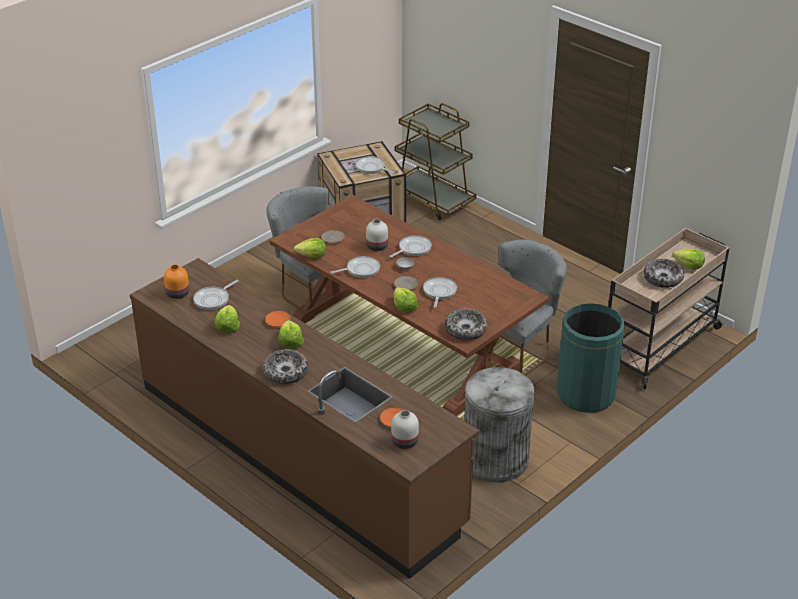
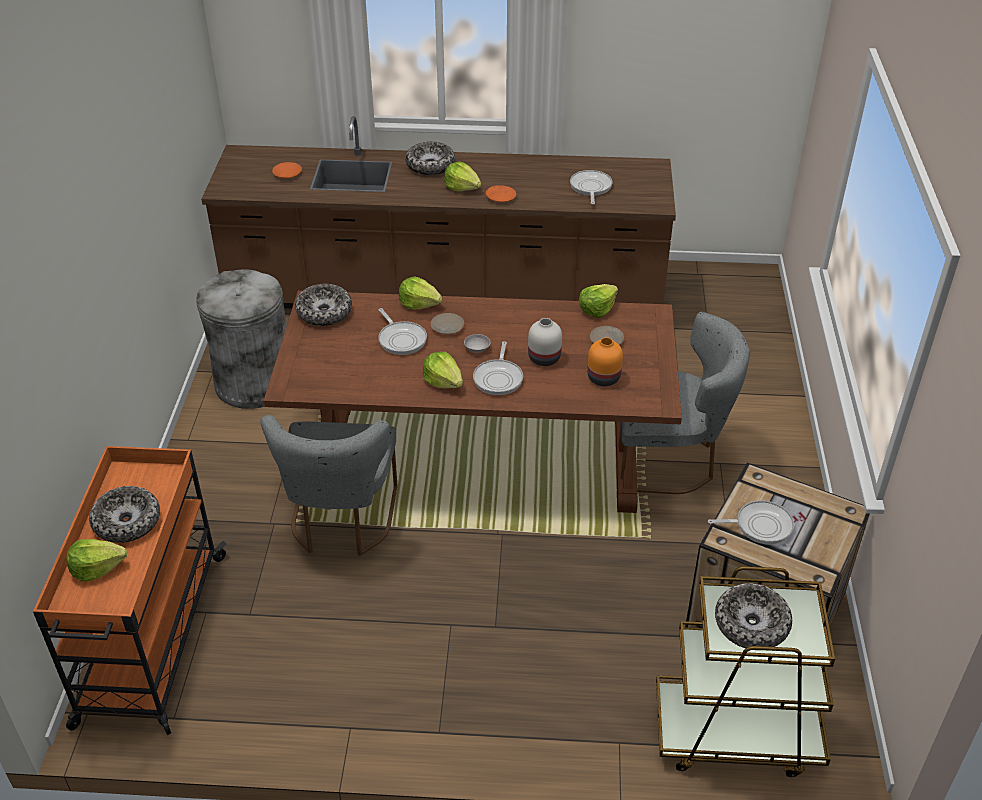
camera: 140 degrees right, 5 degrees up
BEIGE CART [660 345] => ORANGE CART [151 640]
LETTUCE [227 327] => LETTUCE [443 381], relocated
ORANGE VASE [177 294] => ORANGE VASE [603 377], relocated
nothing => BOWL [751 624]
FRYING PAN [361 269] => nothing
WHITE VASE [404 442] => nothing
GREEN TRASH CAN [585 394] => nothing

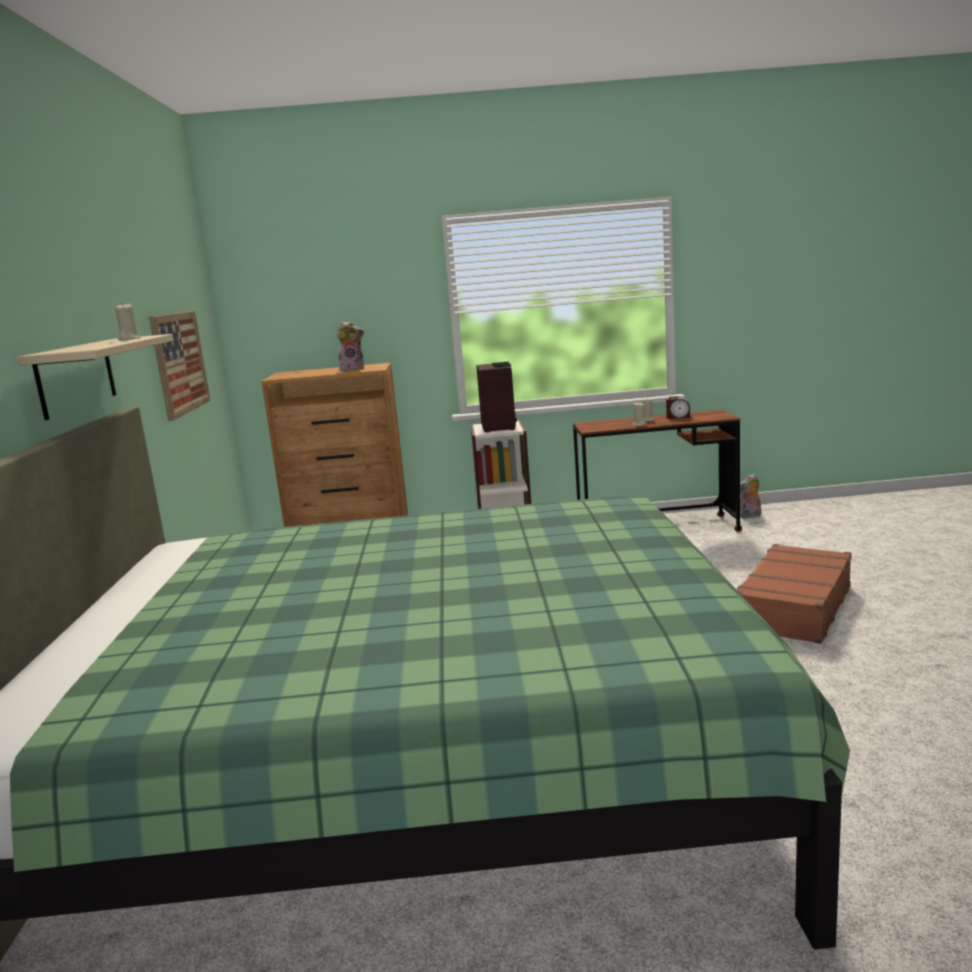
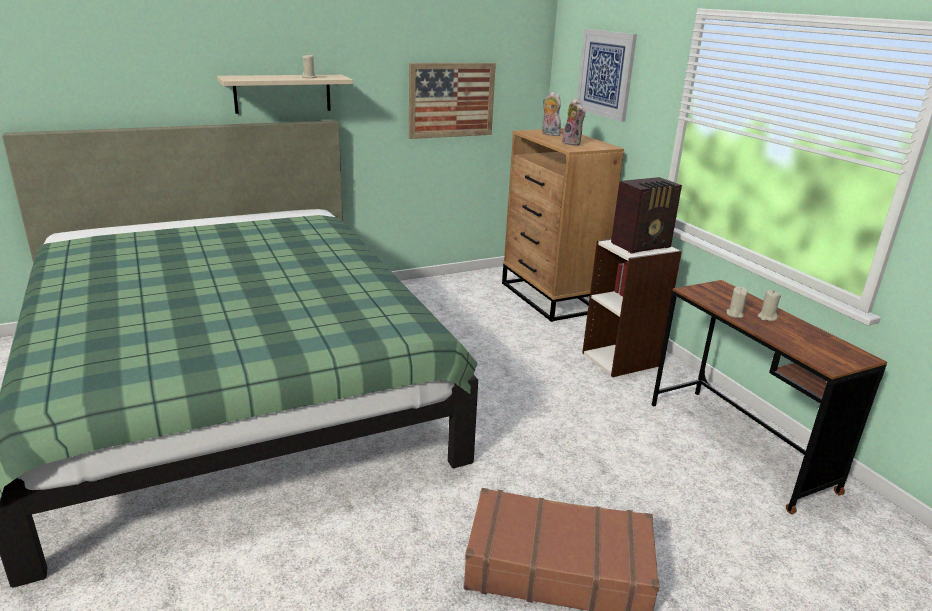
camera: 65 degrees right, 10 degrees up
PLUSH TOY [750 516] => PLUSH TOY [549 134], relocated
nothing => PICTURE [605 74]
ALARM CLOCK [678 417] => nothing

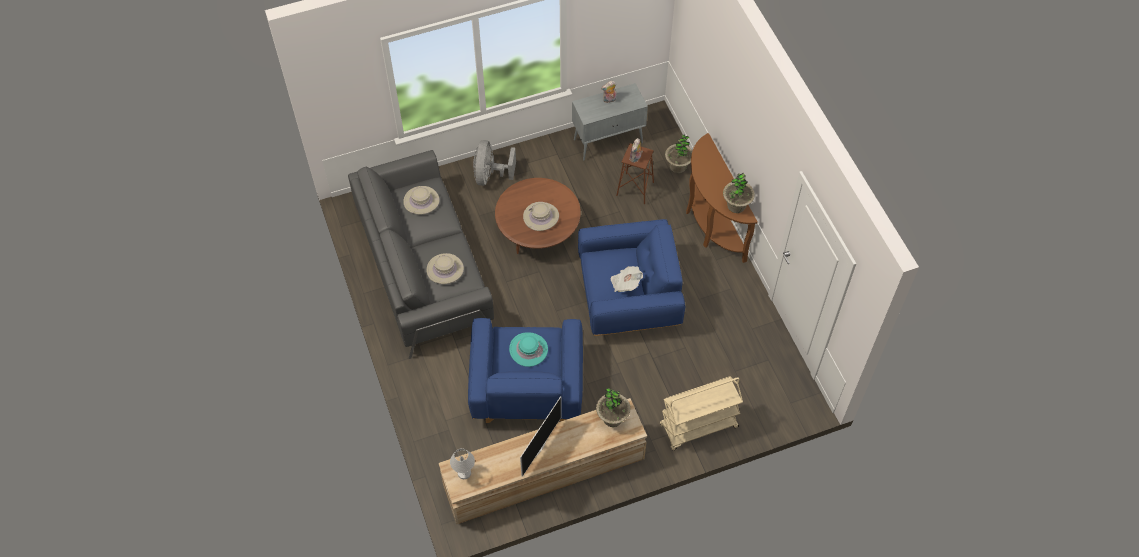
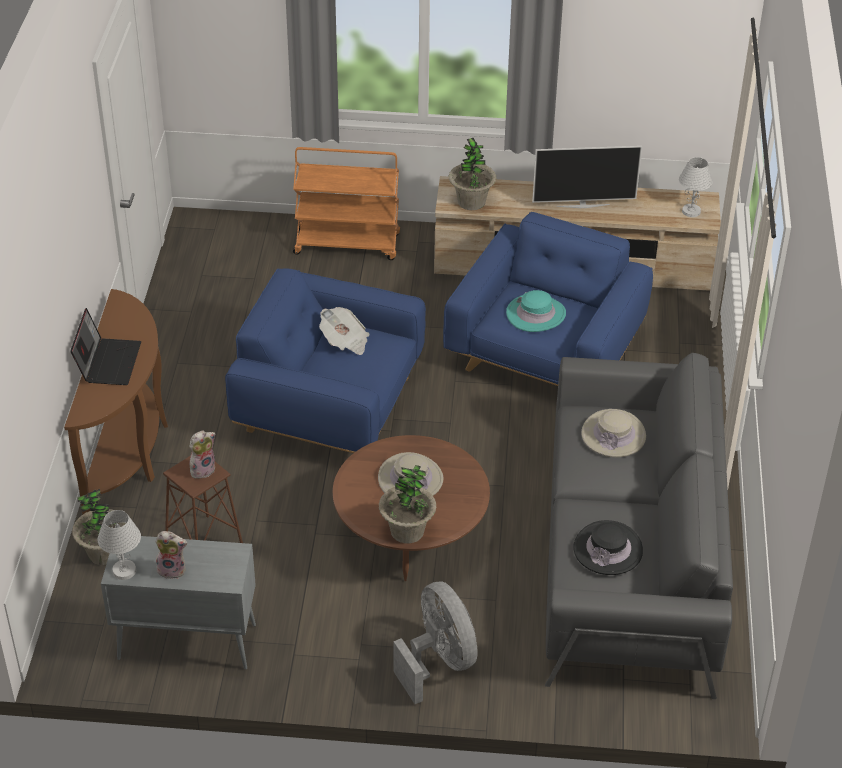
camera: 155 degrees left, 15 degrees down
nothing => LAPTOP [108 362]
nothing => WHITE TABLE LAMP [124 571]
BEIGE CART [698 427] => ORANGE CART [348 244]
POTTED PLANT [736 205] => POTTED PLANT [407 531], relocated
GREY FAN [490 175] => GREY FAN [438 662], 60 degrees counterclockwise
TELEVISION [539 447] => TELEVISION [583 205], 150 degrees counterclockwise
BEIGE HAT [421 201] => BLACK HAT [608 549]

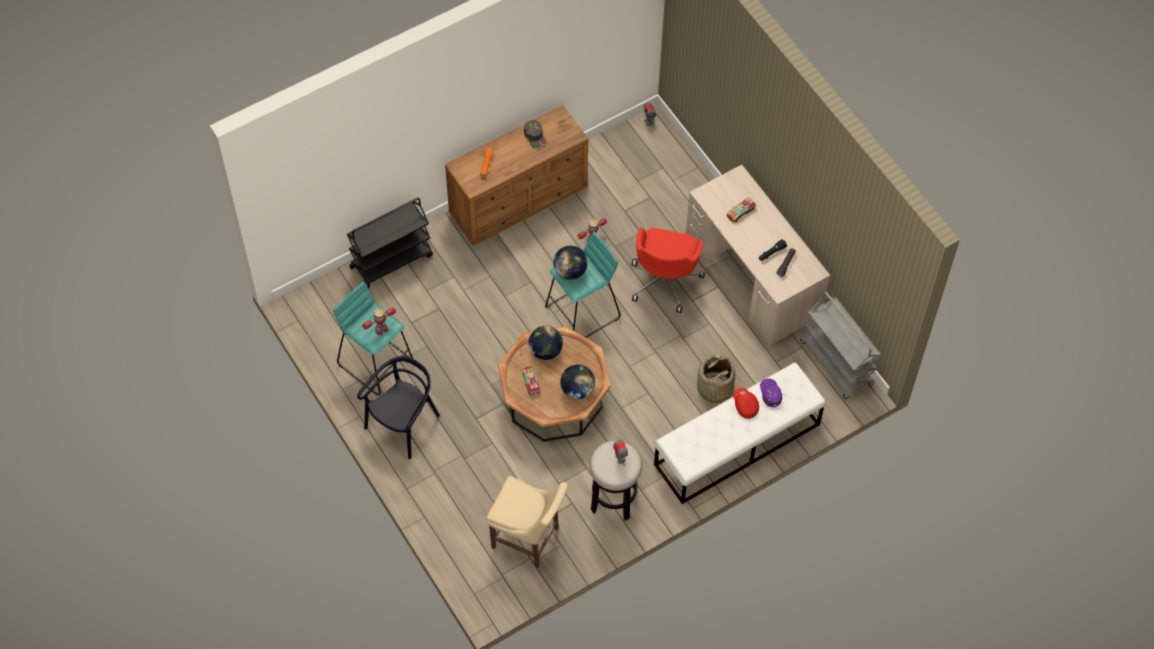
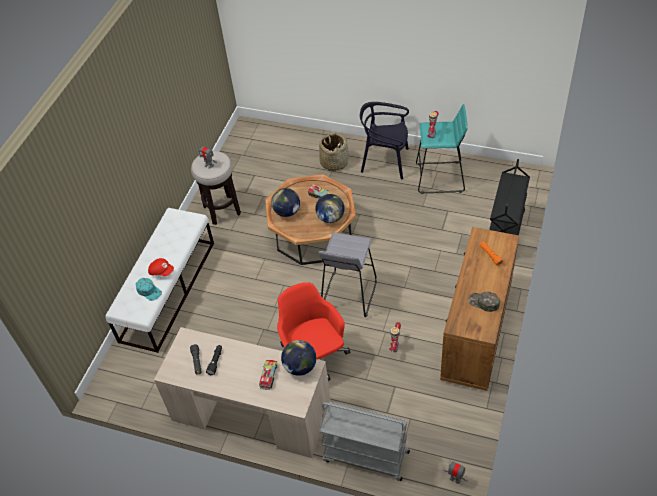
camera: 145 degrees right, 10 degrees down
PURPLE CAP [770 393] => TURQUOISE CAP [149 291]
GLOBE [570 271] => GLOBE [300 367], relocated
TURQUOISE STOOL [583 312] => GREY STOOL [348 295]
BASKET [714 388] => BASKET [334 162], relocated
GREY CART [837 364] => GREY CART [365 456], relocated
BLACK CHAIR [403 424] => BLACK CHAIR [385 162], 105 degrees clockwise
BEIGE CHAIR [528 540] => nothing

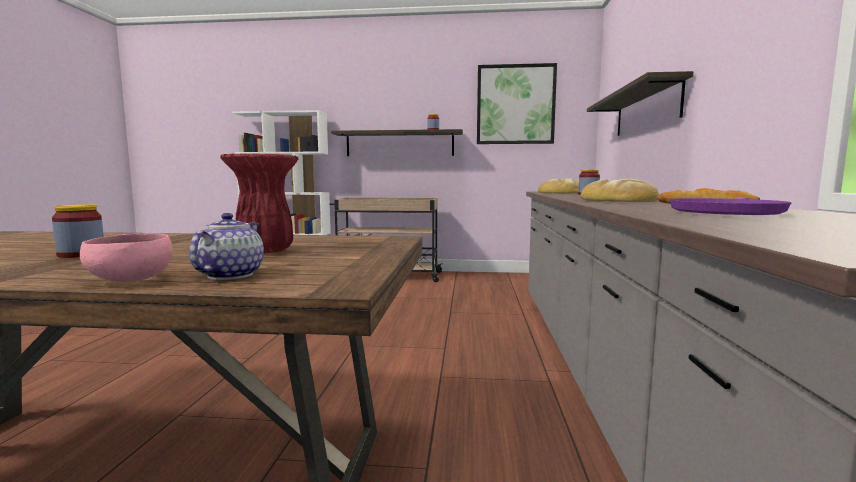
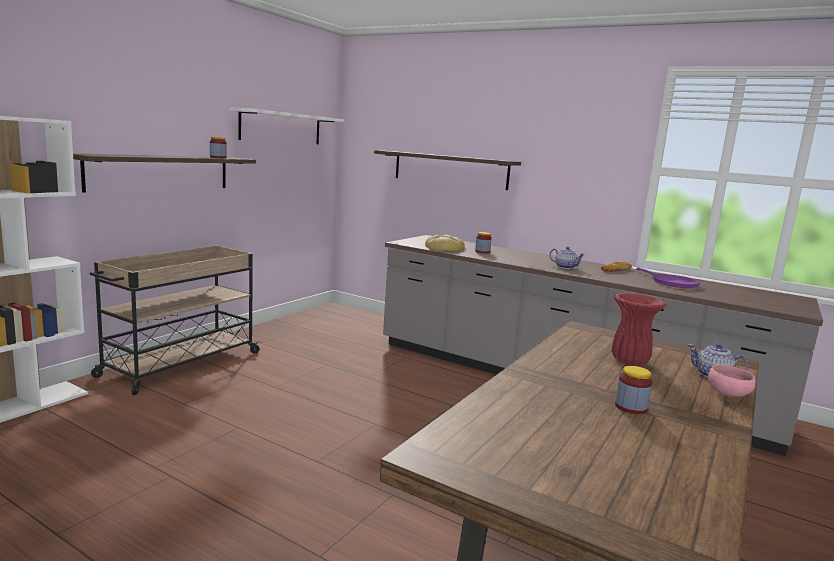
camera: 65 degrees left, 5 degrees up
PICTURE [515 104] => WHITE SHELF [281 127]
BREAD [618 200] => TEAPOT [565 267]

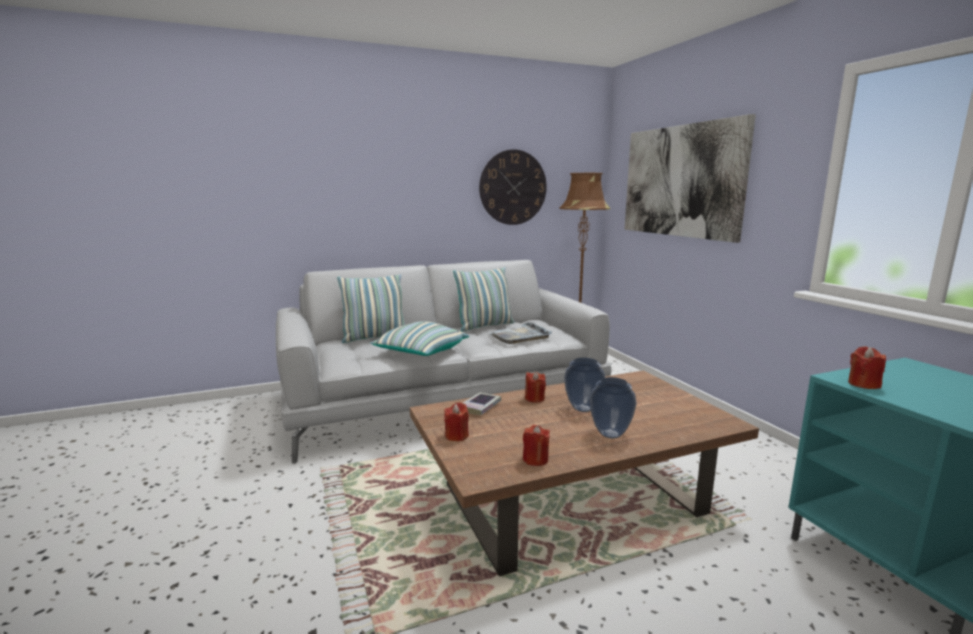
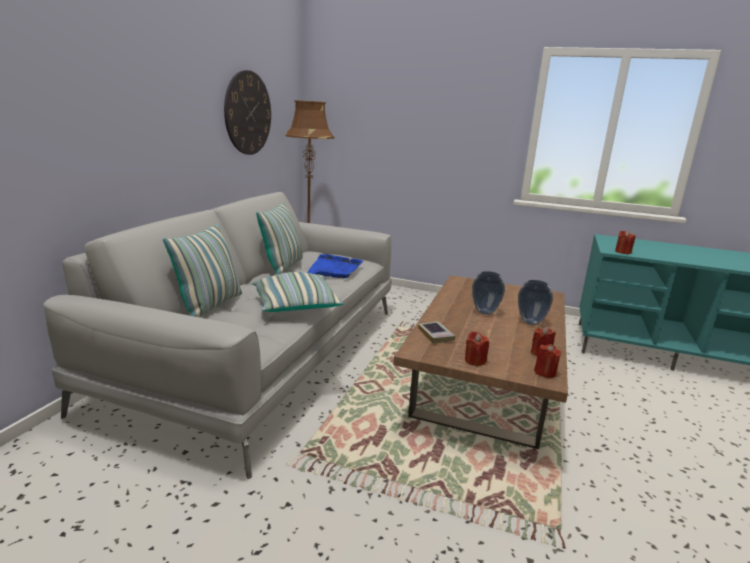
camera: 50 degrees left, 5 degrees up
GREY TRAY [520 336] => BLUE TRAY [335 269]
RED CANDLE [534 398] => RED CANDLE [545 372], relocated
PICTURE [681 181] => nothing

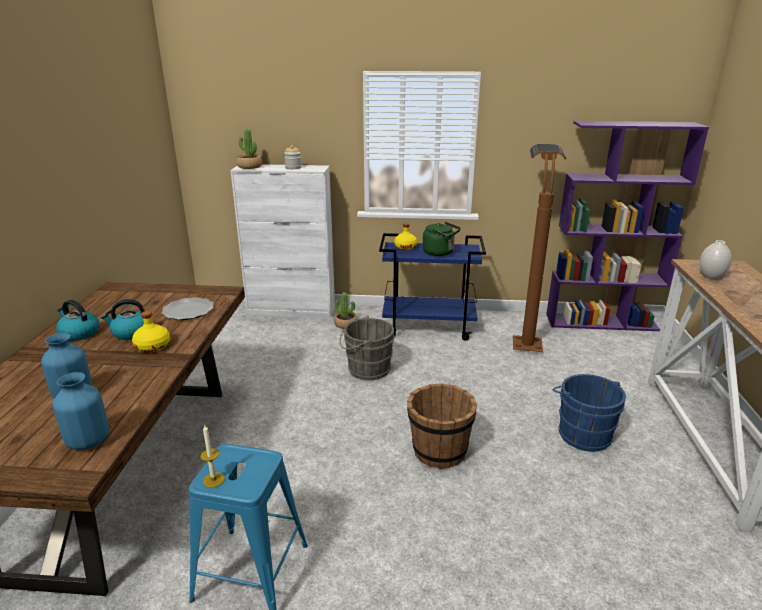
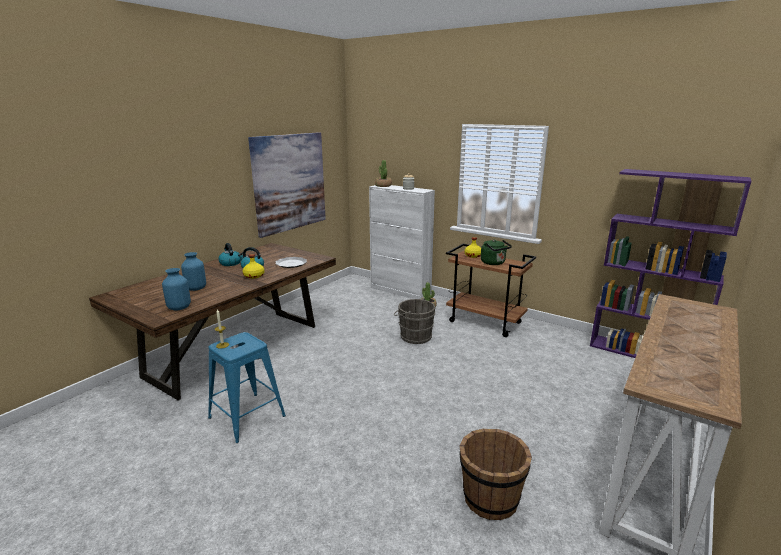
camera: 30 degrees right, 5 degrees down
nothing => PICTURE [289 182]
BLUE CART [429 327] => BROWN CART [485 322]
BROWN BUCKET [439 451] => BROWN BUCKET [490 498], relocated
BROWN FLOOR LAMP [525 336] => nothing
BLUE BUCKET [582 433] => nothing
WHITE VASE [710 276] => nothing

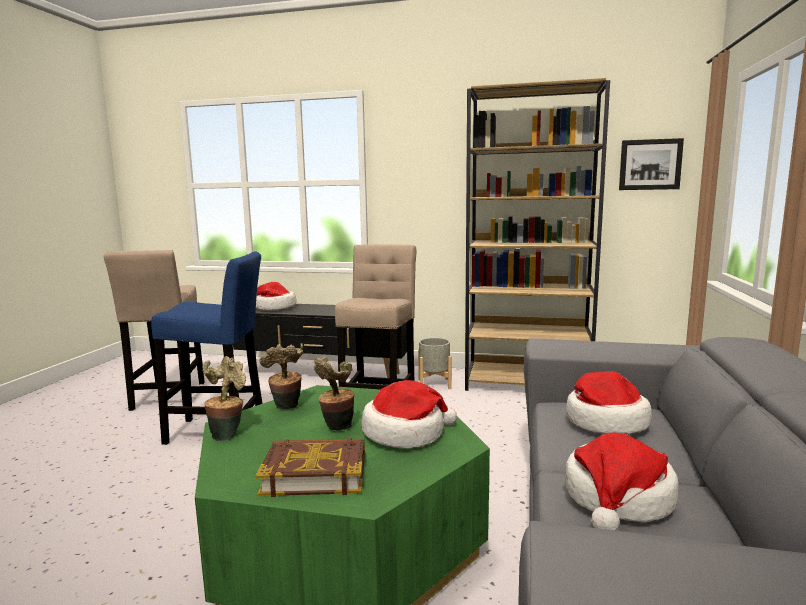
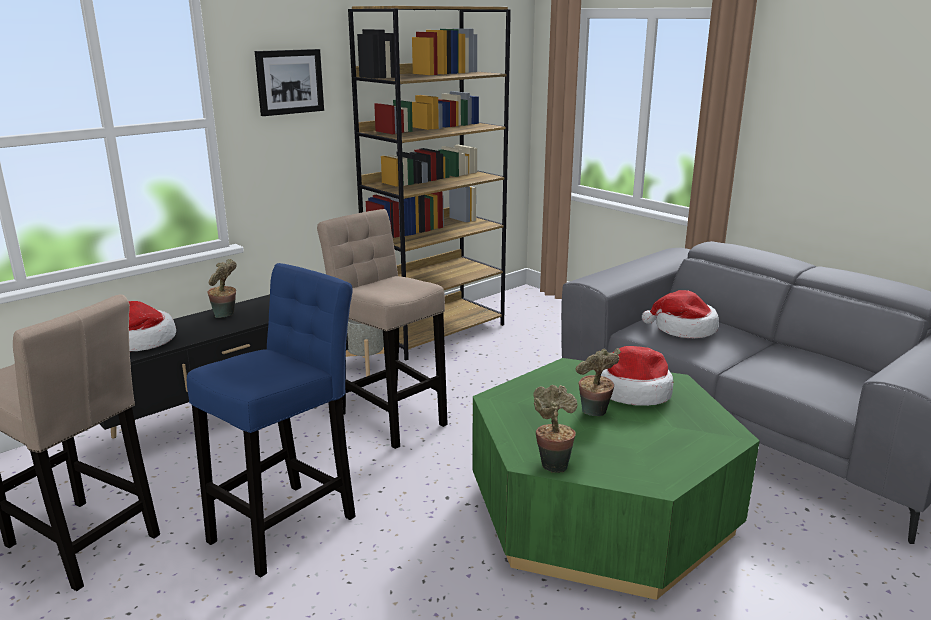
camera: 55 degrees left, 10 degrees up
POTTED PLANT [286 408] => POTTED PLANT [226 315], relocated
PICTURE [650 164] => PICTURE [289 82], relocated
BOOK [315 473] => nothing
HAT [618 499] => nothing

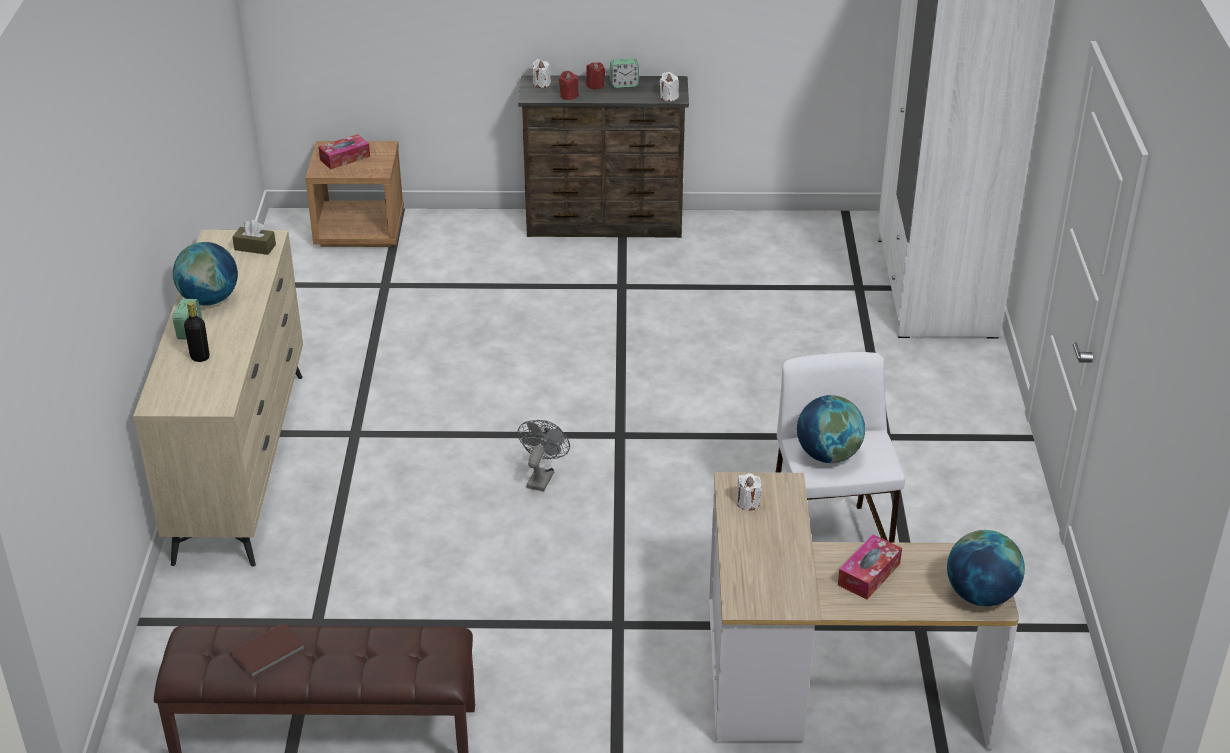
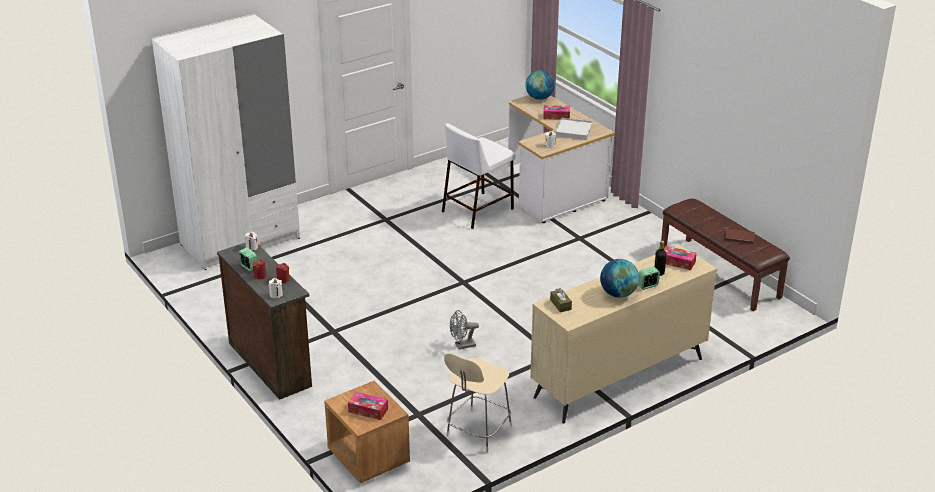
camera: 125 degrees left, 5 degrees down
nothing => BEIGE CHAIR [477 432]
GREY FAN [541 477] => GREY FAN [462 346], relocated
nothing => WHITE TRAY [573 130]
nothing => TISSUE BOX [677 262]
GLOBE [828 455] => nothing

